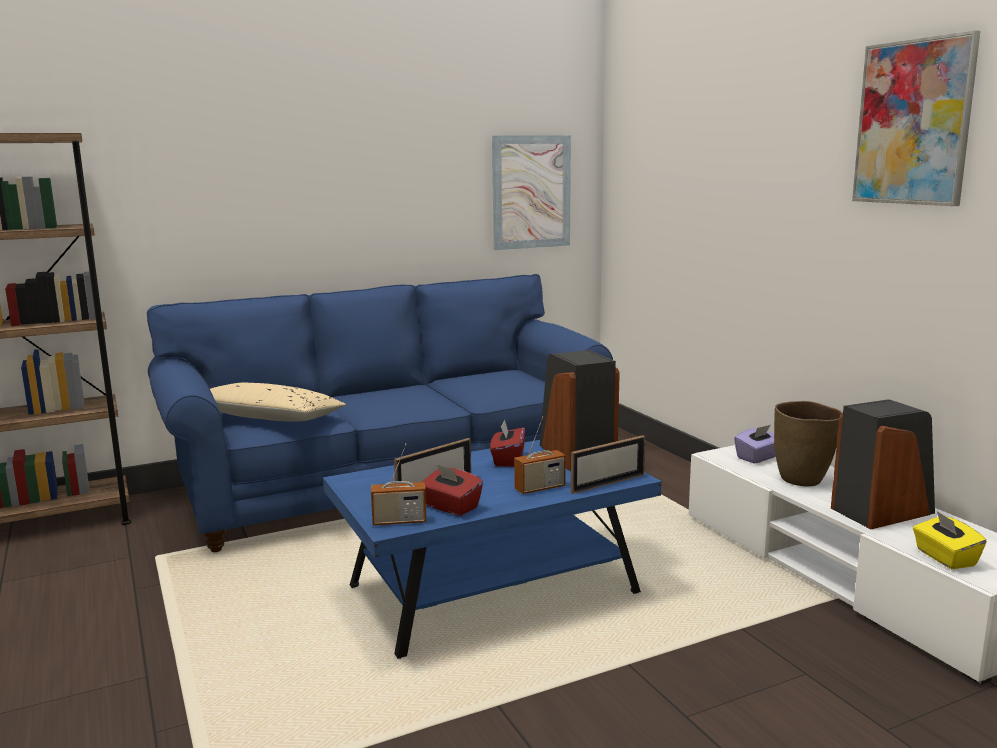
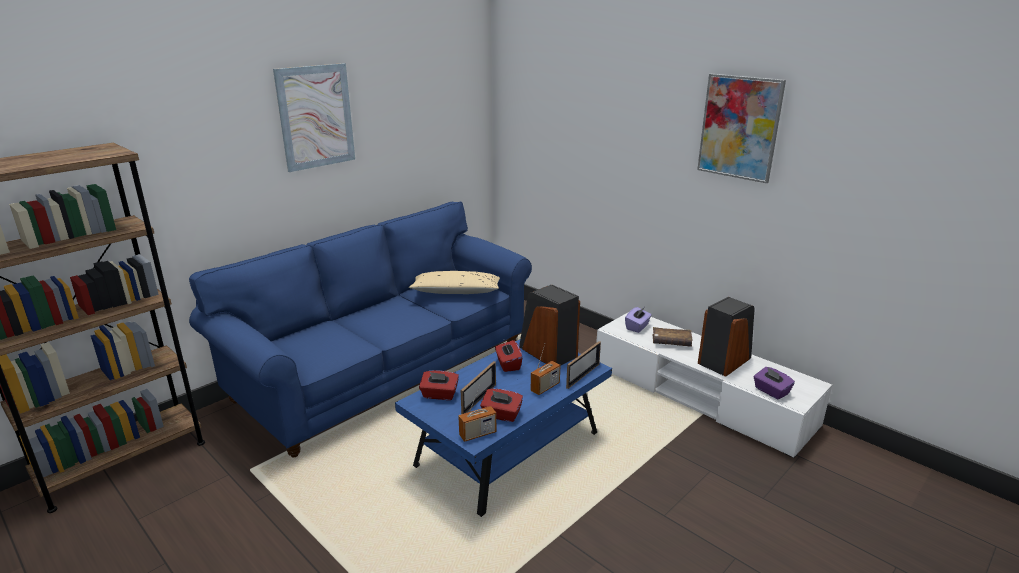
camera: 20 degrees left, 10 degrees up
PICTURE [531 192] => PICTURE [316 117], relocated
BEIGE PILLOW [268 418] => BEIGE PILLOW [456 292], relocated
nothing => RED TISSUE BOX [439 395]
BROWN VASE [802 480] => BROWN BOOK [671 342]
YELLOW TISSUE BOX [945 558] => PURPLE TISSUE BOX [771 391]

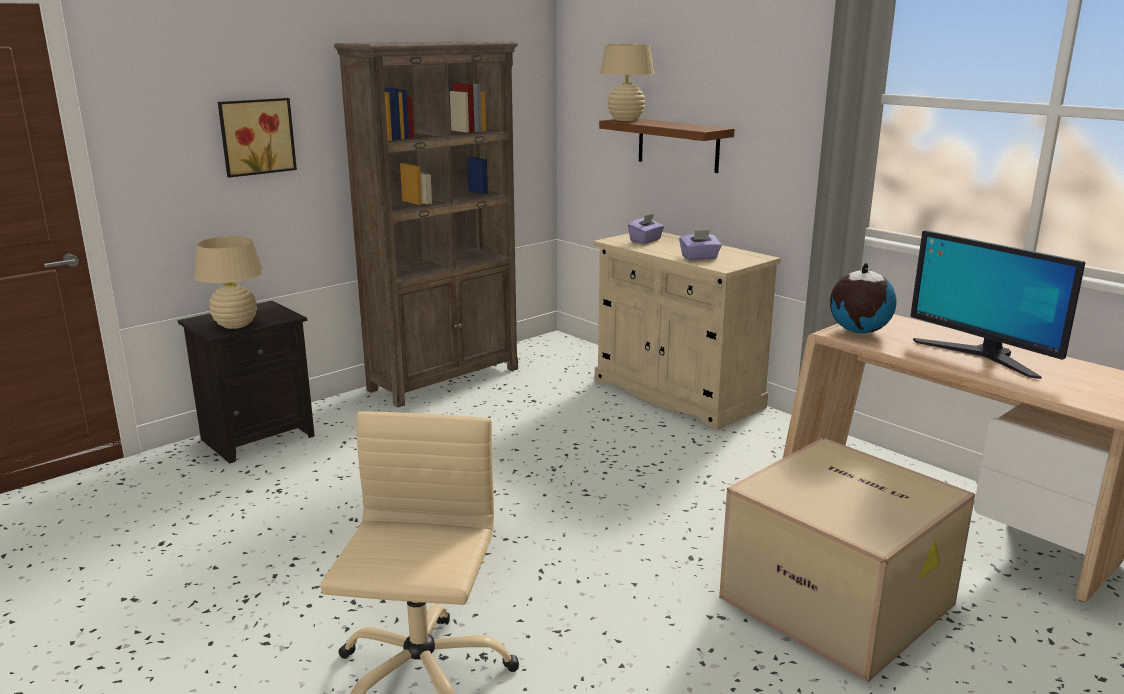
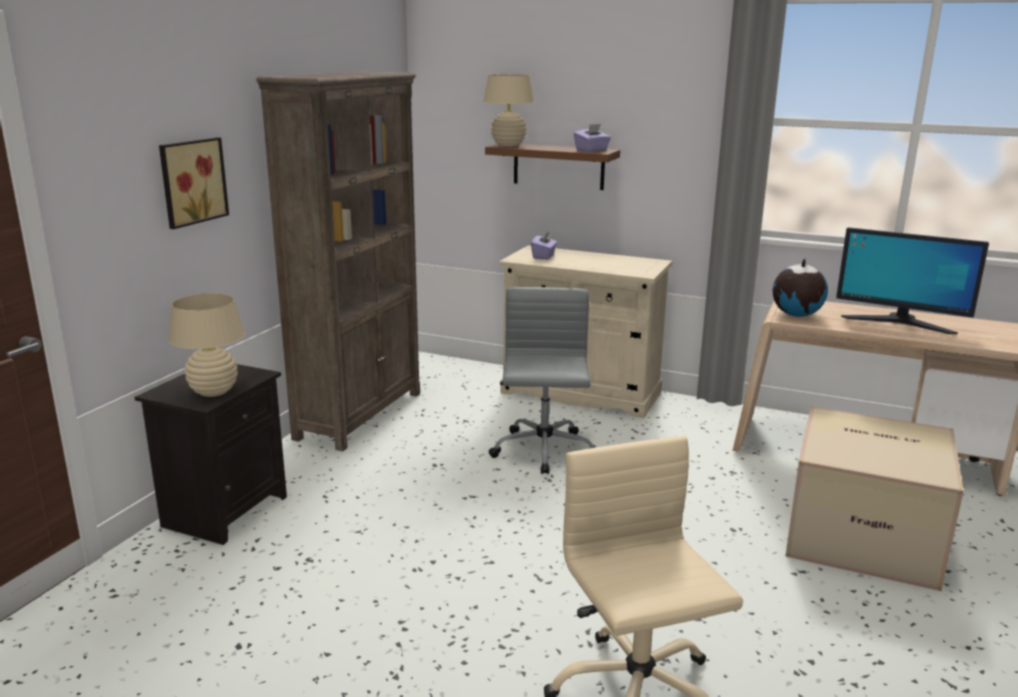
camera: 25 degrees left, 0 degrees up
nothing => GREY OFFICE CHAIR [543 451]
PURPLE TISSUE BOX [699 257] => PURPLE TISSUE BOX [592 150], relocated

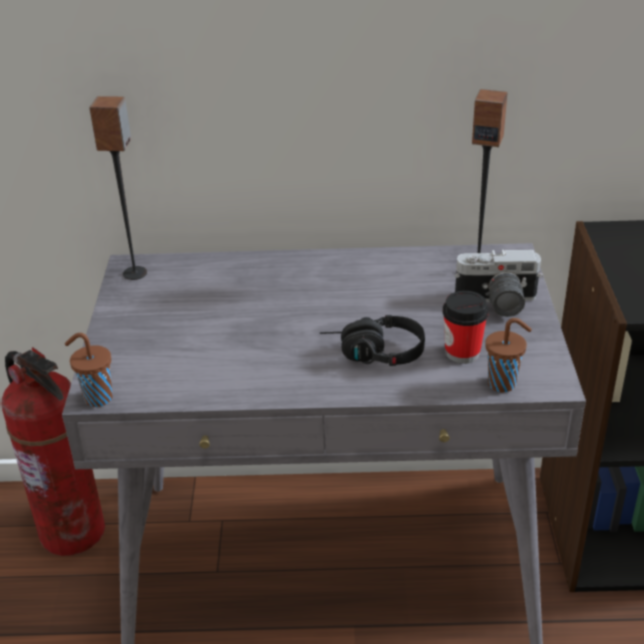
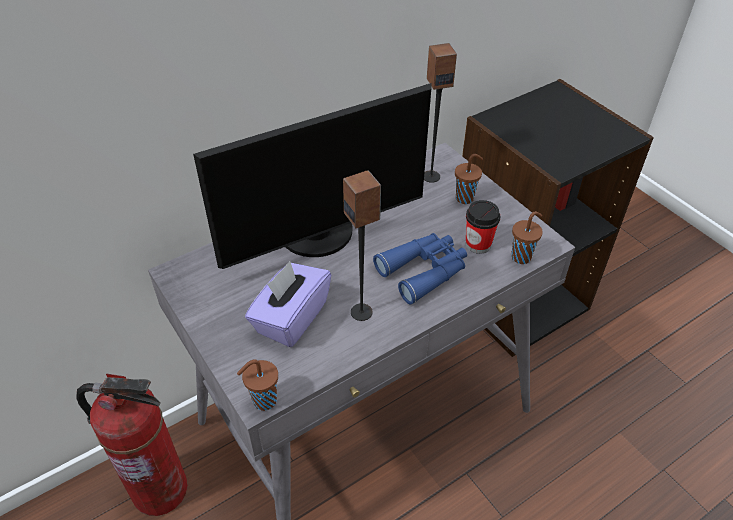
camera: 35 degrees left, 10 degrees up
nothing => MONITOR [320 236]
nothing => PURPLE TISSUE BOX [291 318]
SPEAKER [135 273] => SPEAKER [362 312], relocated
BLACK HEADPHONES [372 354] => BLUE BINOCULARS [424 271]
PHOTO CAMERA [497 304] => BROWN CUP [465 198]

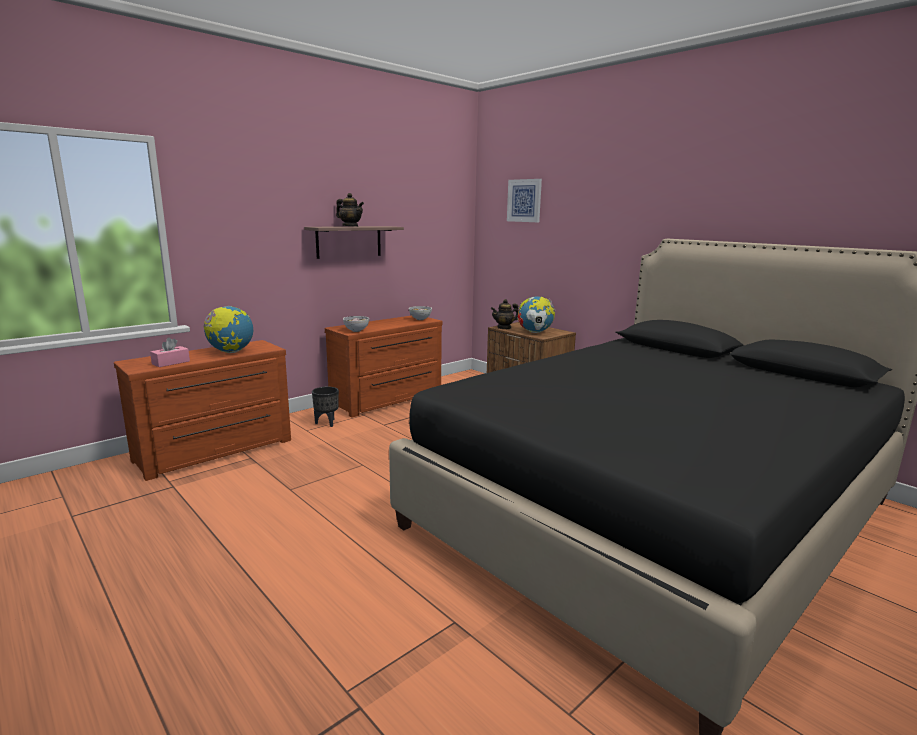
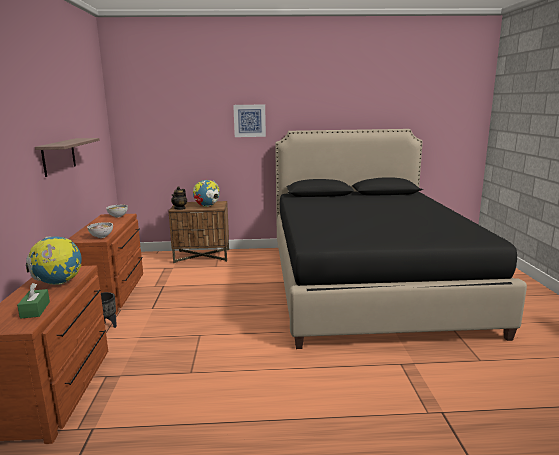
camera: 50 degrees left, 0 degrees up
PINK TISSUE BOX [171 362] => GREEN TISSUE BOX [35 310]
PICTURE [524 200] => PICTURE [249 120], relocated
TEAPOT [350 226] => nothing

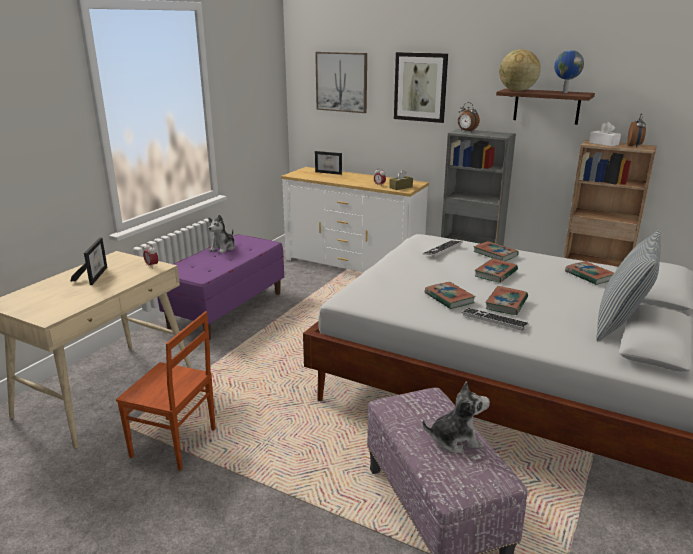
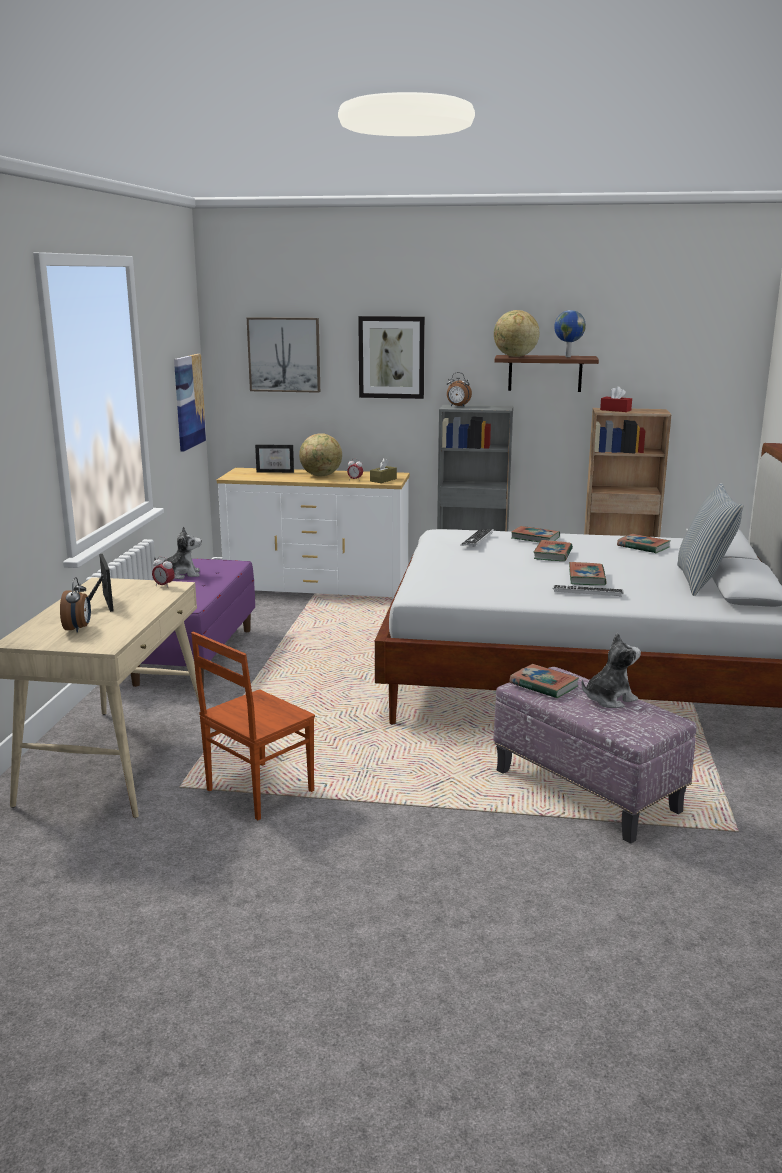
camera: 20 degrees left, 5 degrees down
ALARM CLOCK [634 146] => ALARM CLOCK [78 629], relocated
PLUSH TOY [223 248] => PLUSH TOY [181 574], 105 degrees counterclockwise
nothing => PICTURE [189 401]
BROWN CHAIR [174 444] => BROWN CHAIR [257 791], 135 degrees clockwise
nothing => GLOBE [321 476]
BOOK [449 298] => BOOK [543 685], relocated
WHITE TISSUE BOX [603 143] => RED TISSUE BOX [615 410]

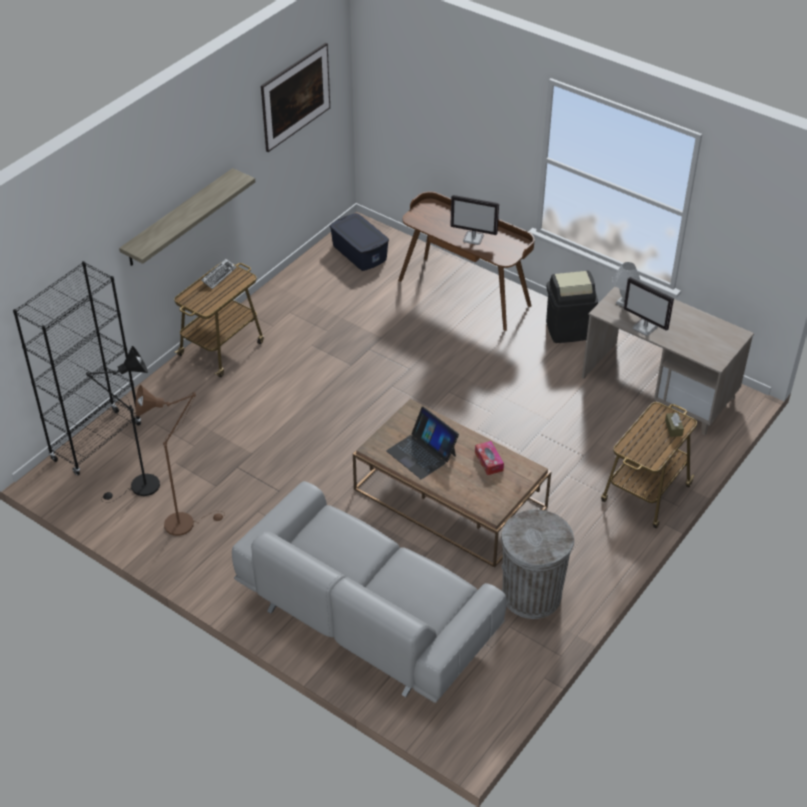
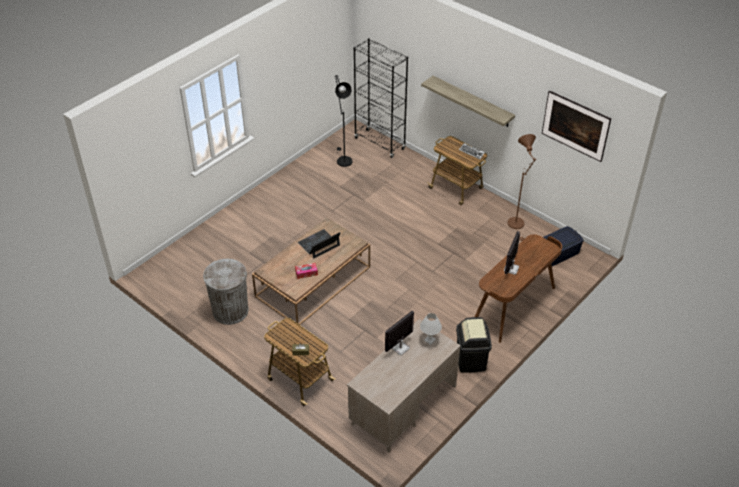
camera: 95 degrees right, 0 degrees up
BROWN FLOOR LAMP [185 522] => BROWN FLOOR LAMP [517 225], relocated
GREY SOFA [367 616] => nothing

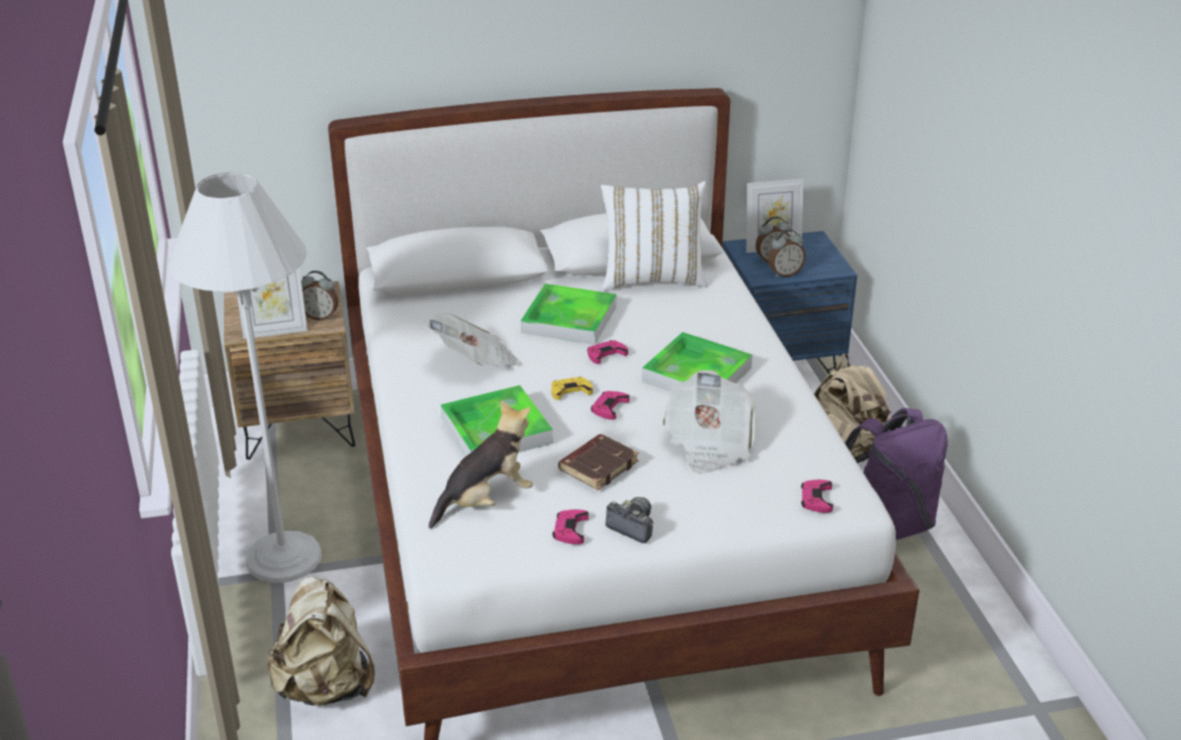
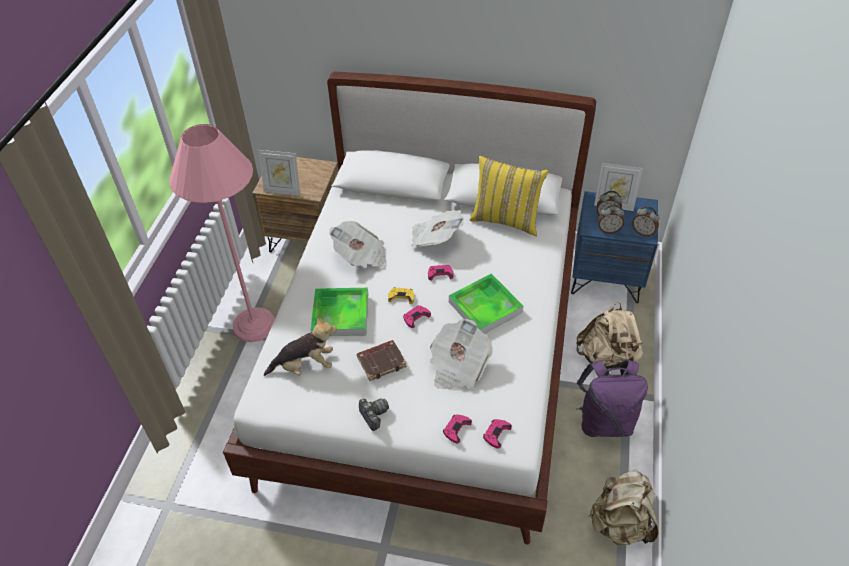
camera: 25 degrees right, 15 degrees up
WHITE FLOOR LAMP [284 558] => PINK FLOOR LAMP [254 325]
TRAY [569 319] => NEWSPAPER [435 238]
PINK GAME CONTROLLER [570 530] => PINK GAME CONTROLLER [456 429], relocated
WHITE PILLOW [652 279] => YELLOW PILLOW [506 219]
BEIGE BACKPACK [325 687] => BEIGE BACKPACK [620 523], relocated
ALARM CLOCK [320 316] => ALARM CLOCK [643 232], relocated

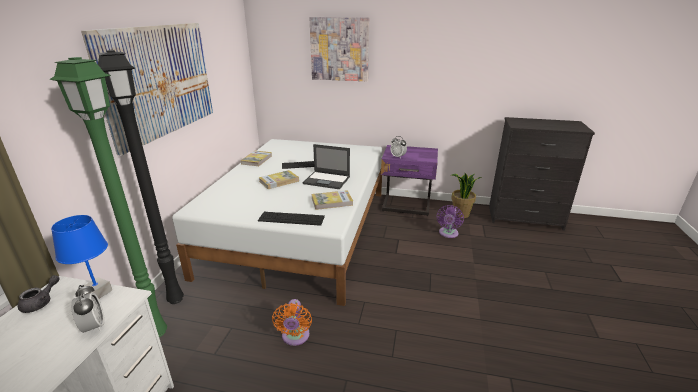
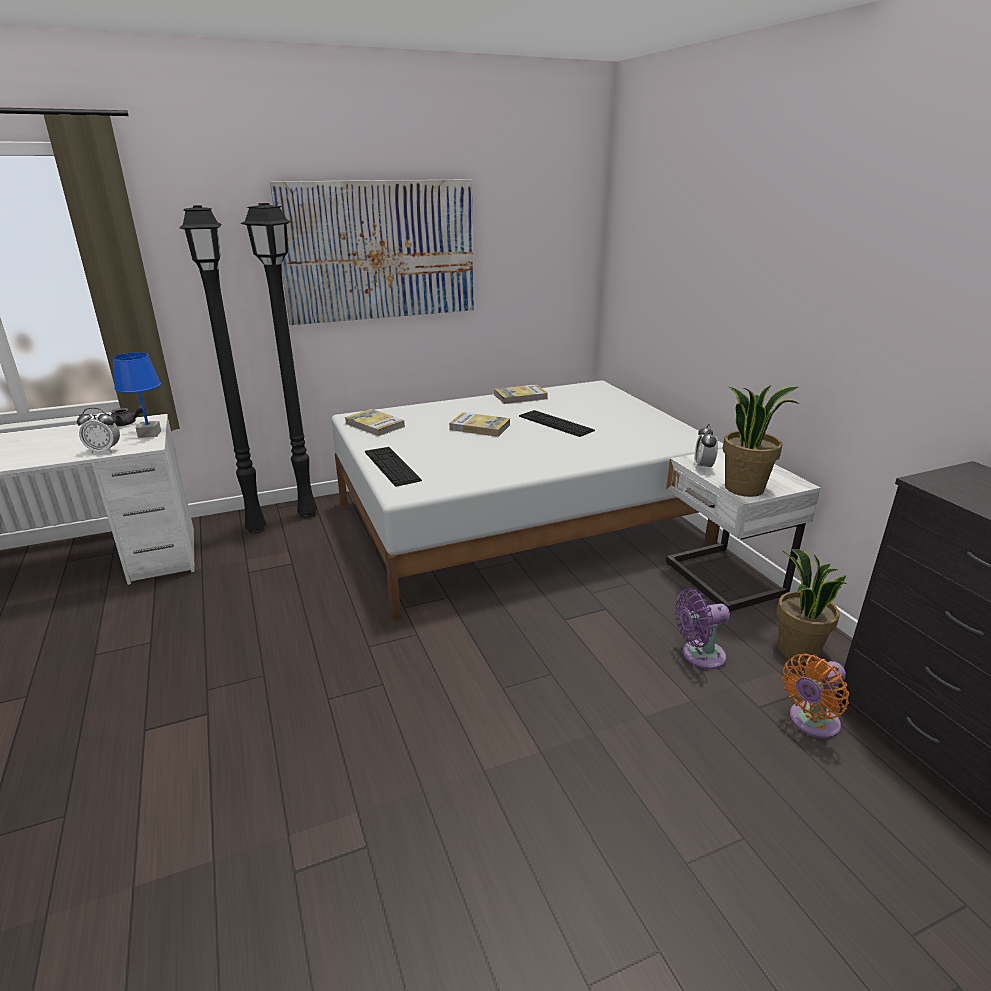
camera: 55 degrees right, 0 degrees up
ALARM CLOCK [94 327] => ALARM CLOCK [104 451], 60 degrees clockwise
GREEN FLOOR LAMP [158 331] => BLACK FLOOR LAMP [257 528]
BOOK [332 202] => BOOK [375 425], relocated
PURPLE NIGHTSTAND [406 206] => WHITE NIGHTSTAND [722 580]
nothing => POTTED PLANT [744 488]
ORANGE FAN [295 337] => ORANGE FAN [810 723], relocated
LAPTOP [327 180] => nothing
PICTURE [339 49] => nothing

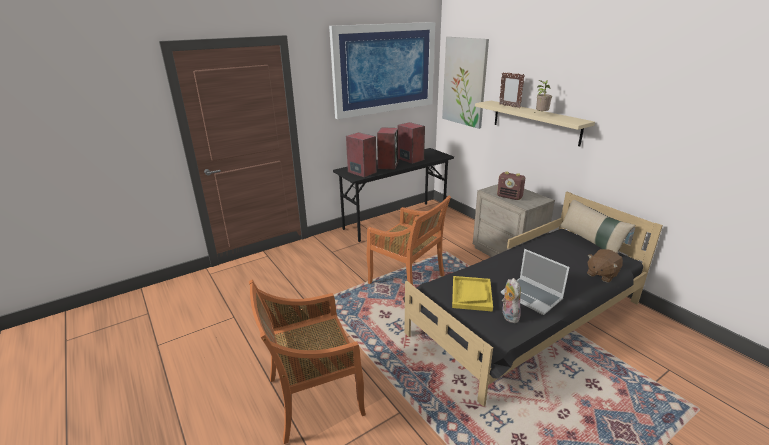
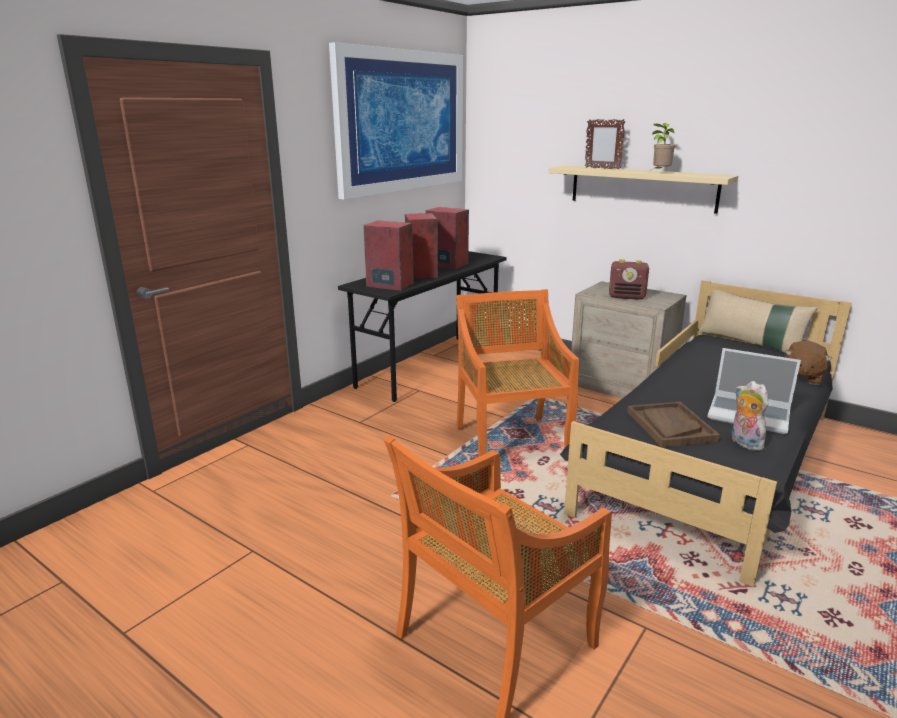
camera: 20 degrees left, 5 degrees down
ORANGE CHAIR [407 280] => ORANGE CHAIR [511 442], 120 degrees counterclockwise
YELLOW TRAY [471 294] => BROWN TRAY [670 426]
PICTURE [464 82] => nothing

